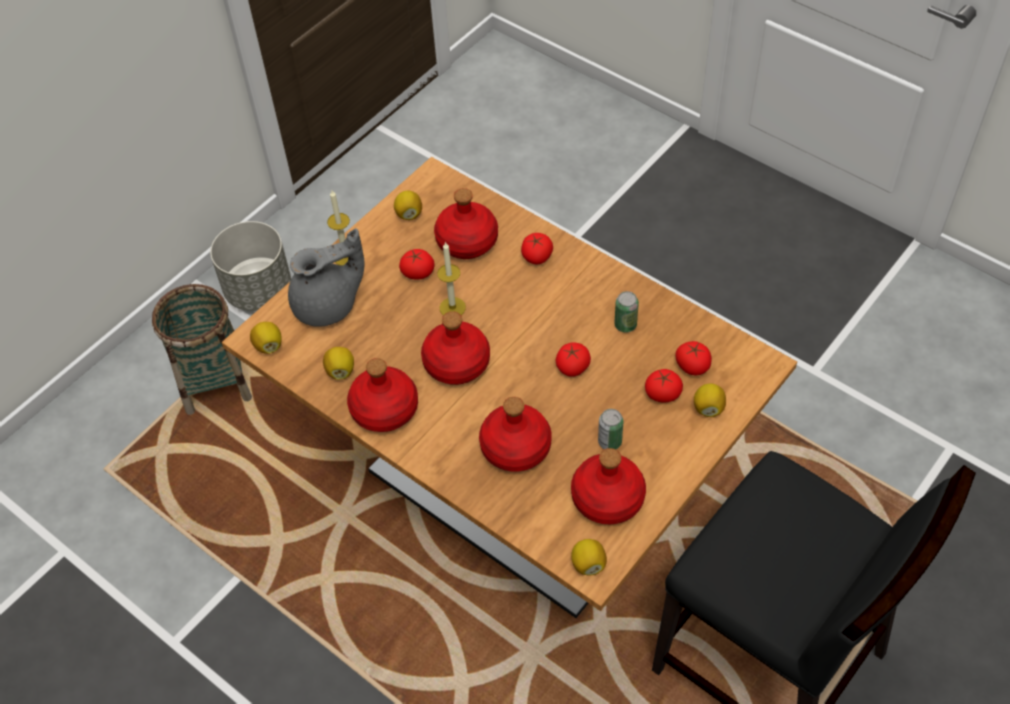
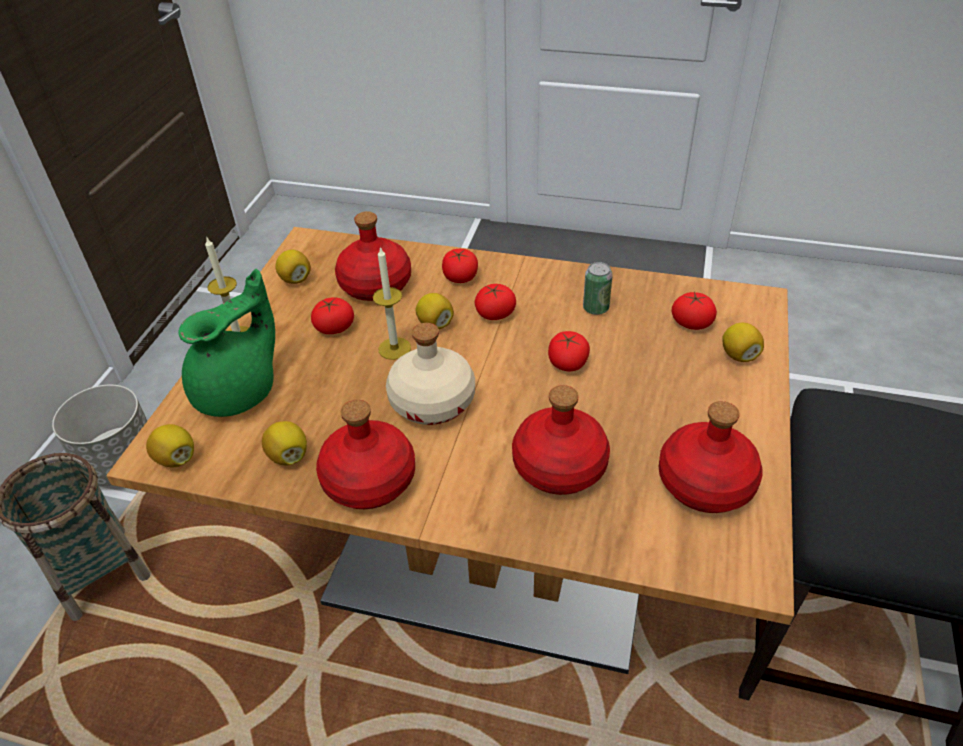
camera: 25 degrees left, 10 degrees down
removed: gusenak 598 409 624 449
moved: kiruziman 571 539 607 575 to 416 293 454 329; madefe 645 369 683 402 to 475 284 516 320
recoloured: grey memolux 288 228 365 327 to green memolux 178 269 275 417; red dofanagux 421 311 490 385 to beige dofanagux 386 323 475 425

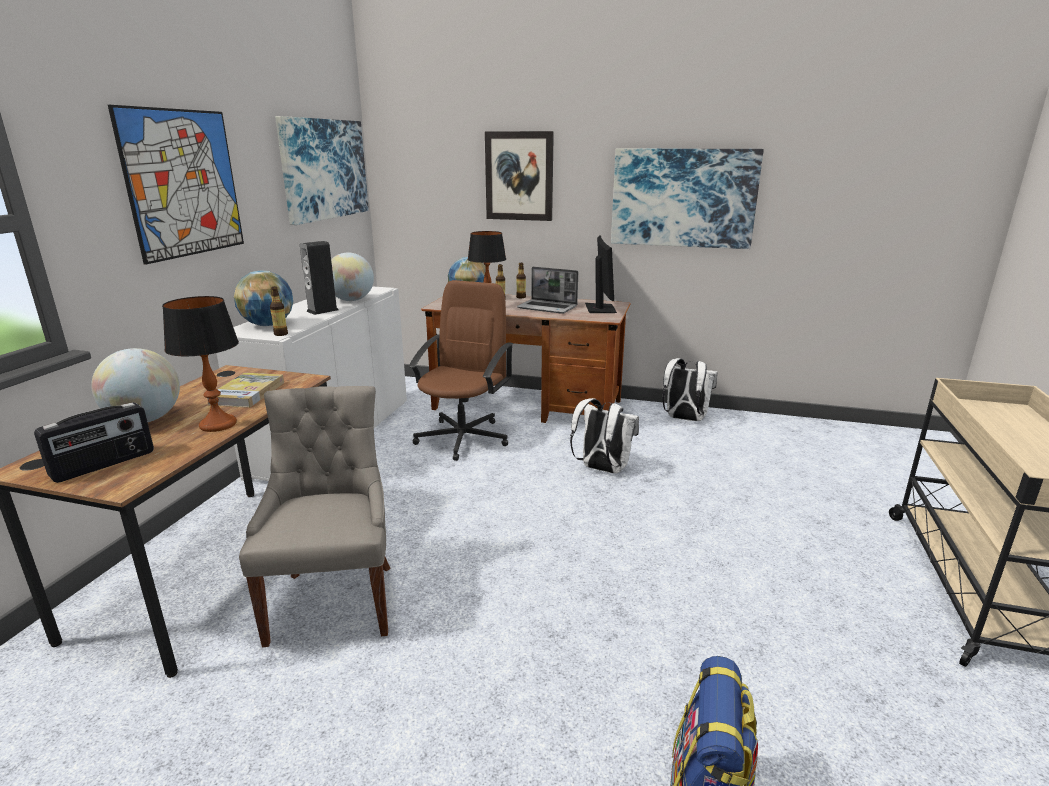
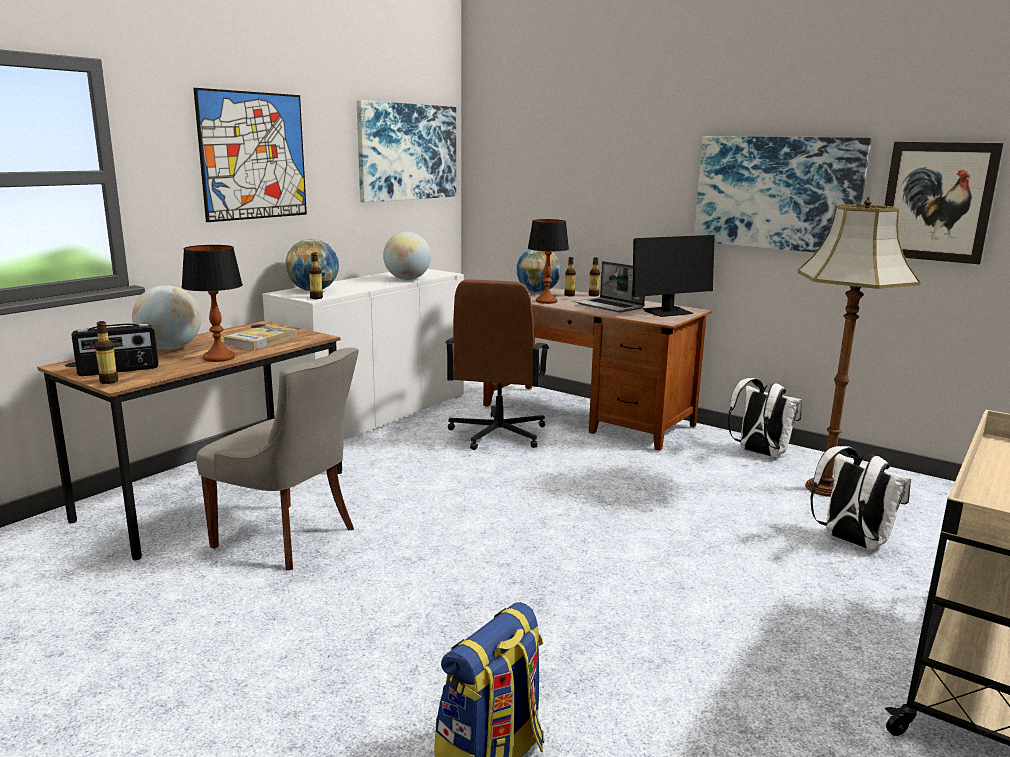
camera: 20 degrees right, 5 degrees down
removed: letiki 300 241 339 315
added: dofanagux 95 321 118 384; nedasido 798 196 920 497
moved: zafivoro 485 131 554 221 to 884 142 1004 264; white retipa 570 398 639 474 to 810 446 911 549
turned: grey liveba 239 386 391 647 = 196 347 359 570 105 degrees clockwise; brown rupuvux 409 280 513 461 = 445 279 549 450 150 degrees clockwise; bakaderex 585 235 617 313 = 633 235 715 317 45 degrees clockwise

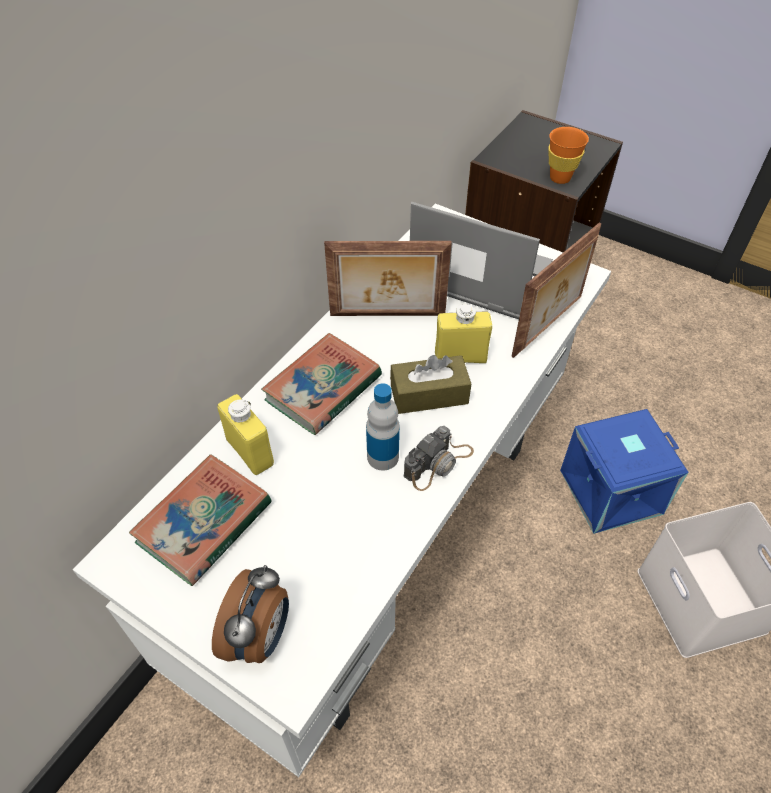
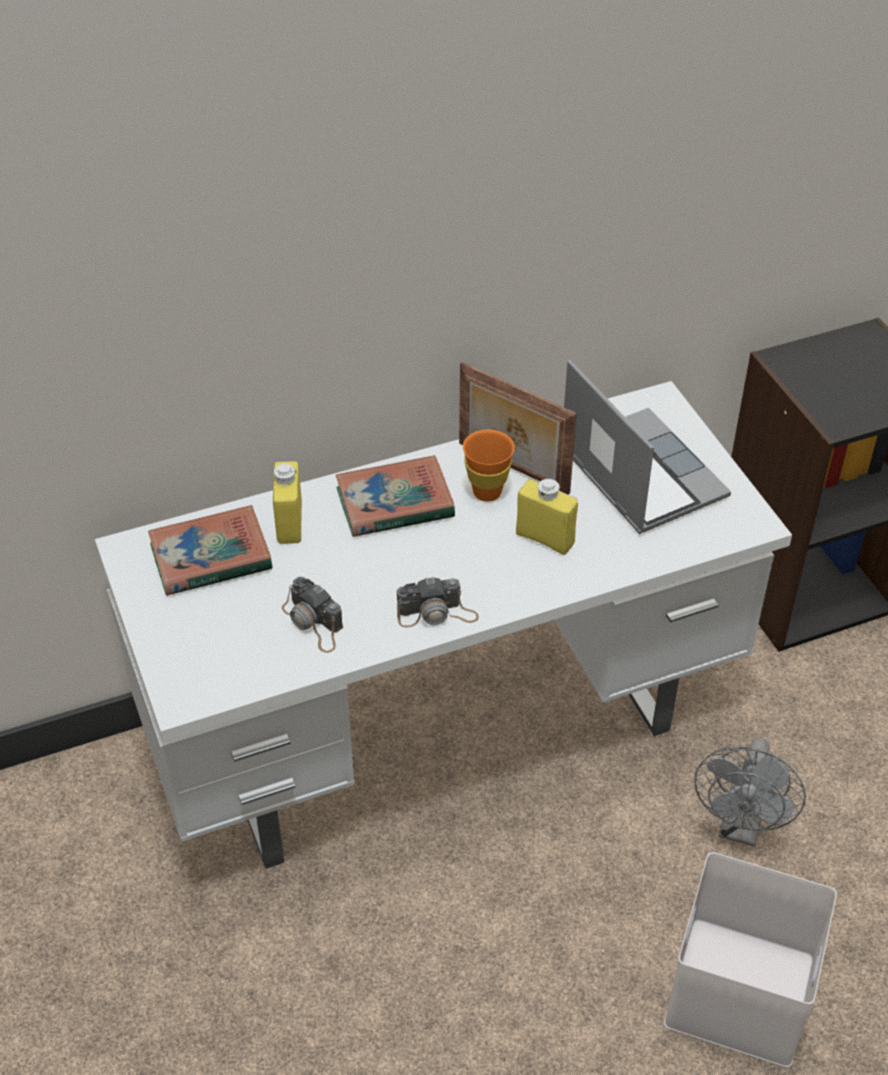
camera: 35 degrees right, 5 degrees down
removed: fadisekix 212 565 289 663; dofanagux 366 383 400 471; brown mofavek 390 355 471 414; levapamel 511 223 601 358
added: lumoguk 282 577 343 653
moved: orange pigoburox 548 127 589 184 to 463 430 515 502
replaced: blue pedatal 560 409 689 534 to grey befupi 694 738 806 847

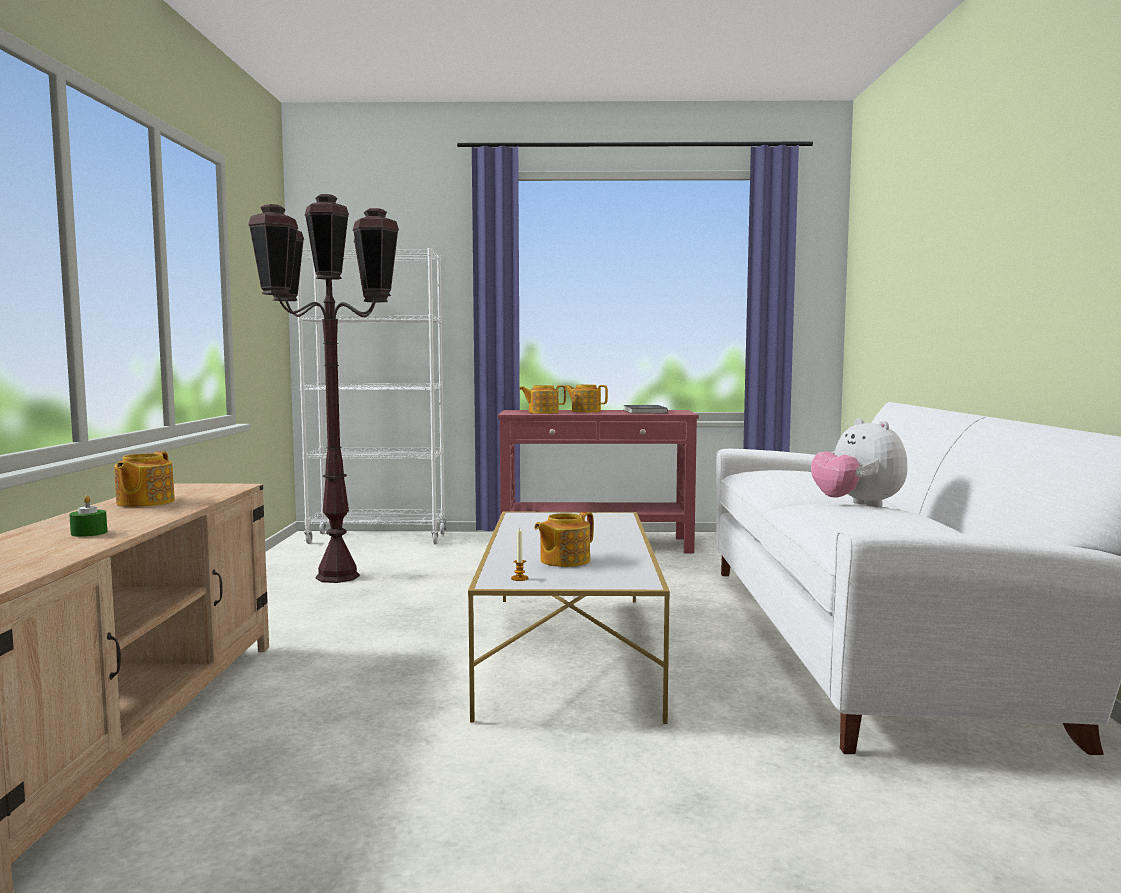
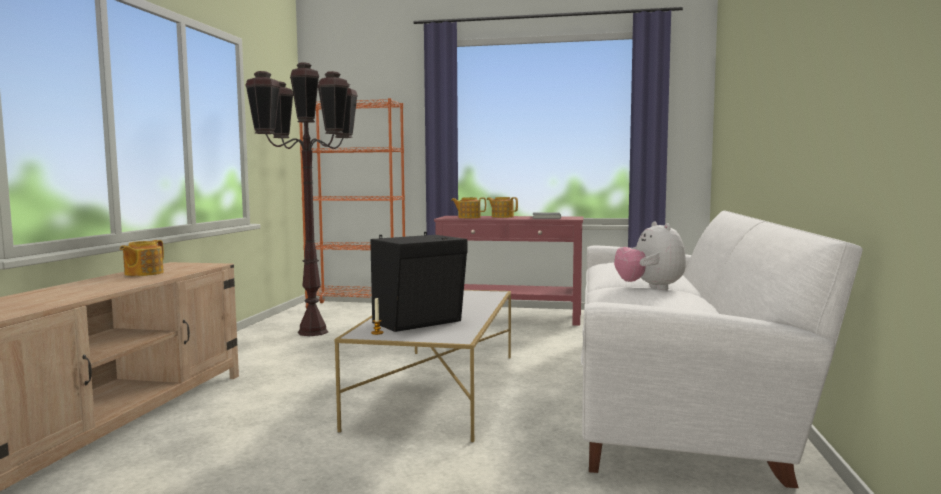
camera: 10 degrees right, 0 degrees up
removed: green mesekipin 69 495 107 537
replaced: memolux 534 512 594 567 to black letiki 370 232 467 332
recoloured: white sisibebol 297 248 446 544 to orange sisibebol 299 98 405 309

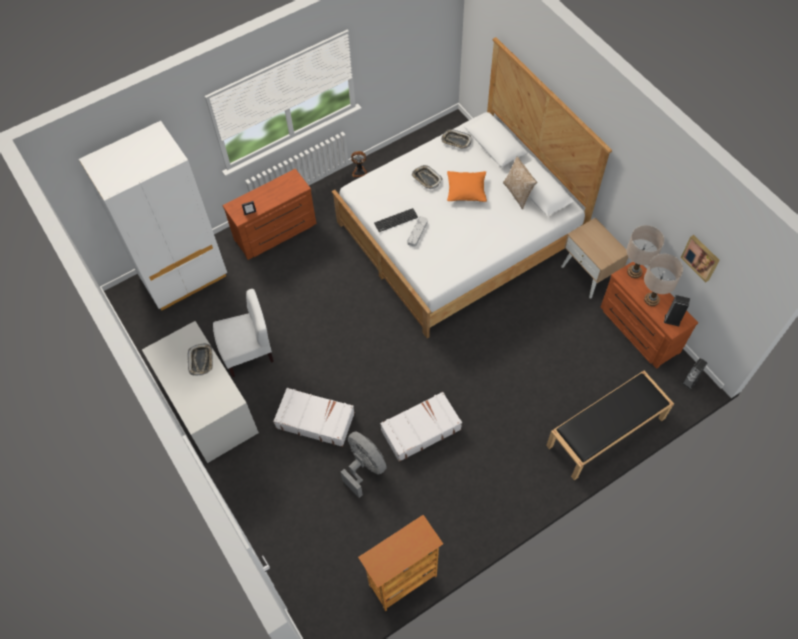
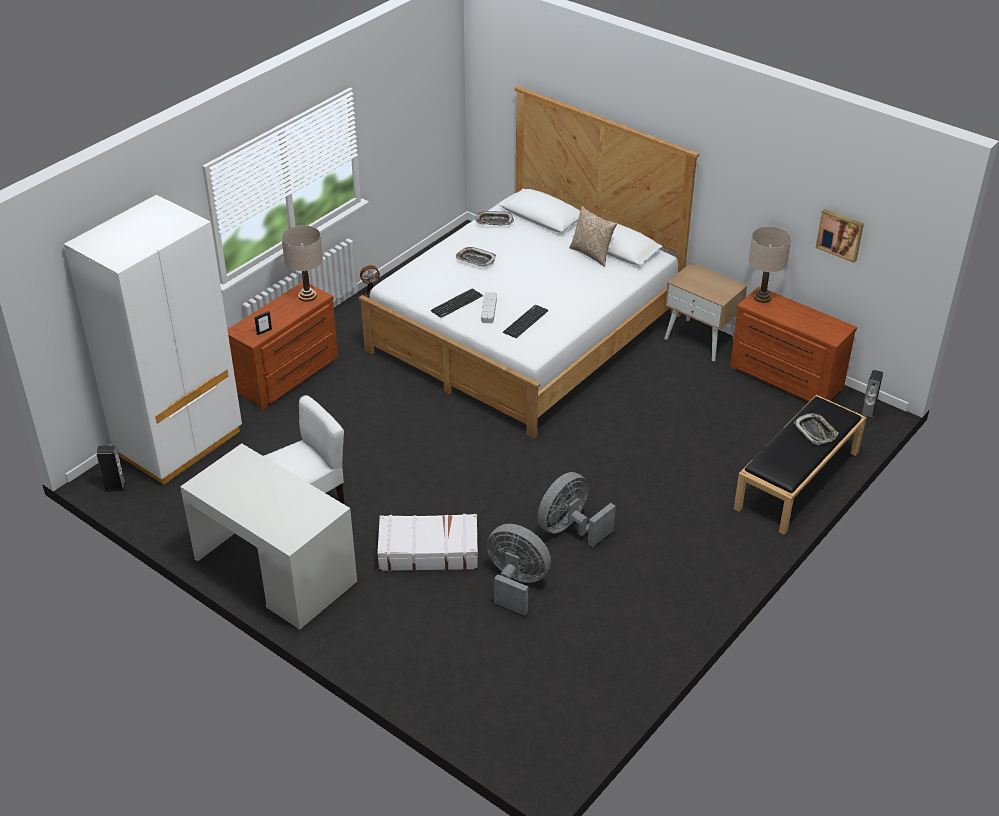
camera: 20 degrees left, 20 degrees down
removed: sisibebol 358 515 443 611; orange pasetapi 447 171 487 202
added: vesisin 503 305 548 338
moved: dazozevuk 188 343 213 375 to 794 413 839 445; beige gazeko 644 254 683 306 to 281 225 323 302; letiki 664 295 690 326 to 96 446 126 492
replaced: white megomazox 380 392 462 462 to grey befupi 538 472 616 547

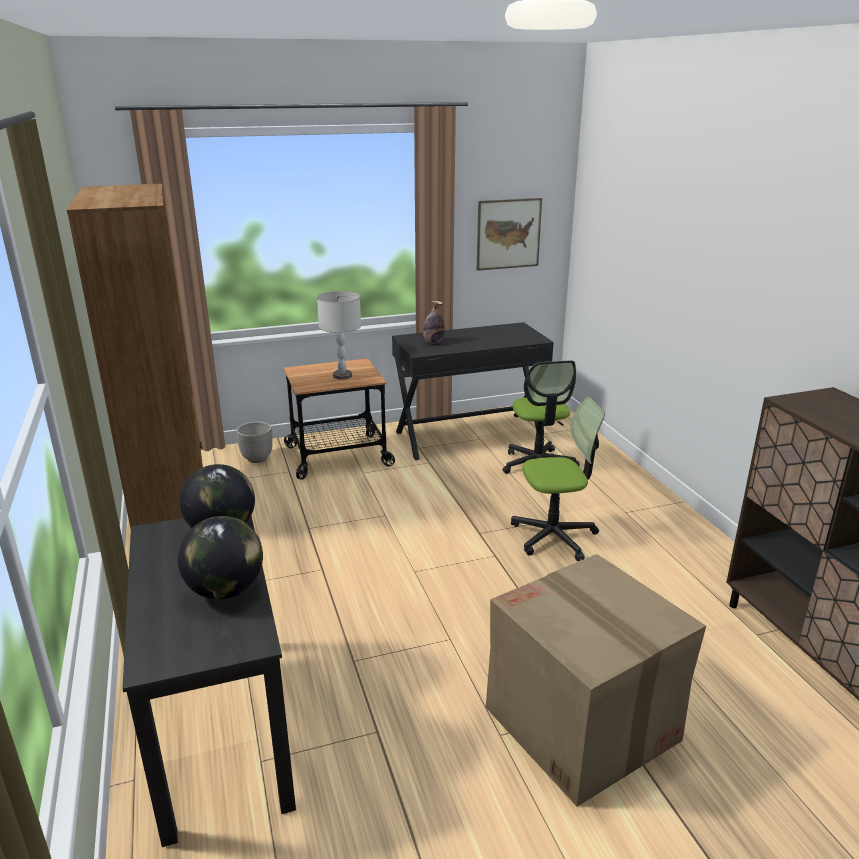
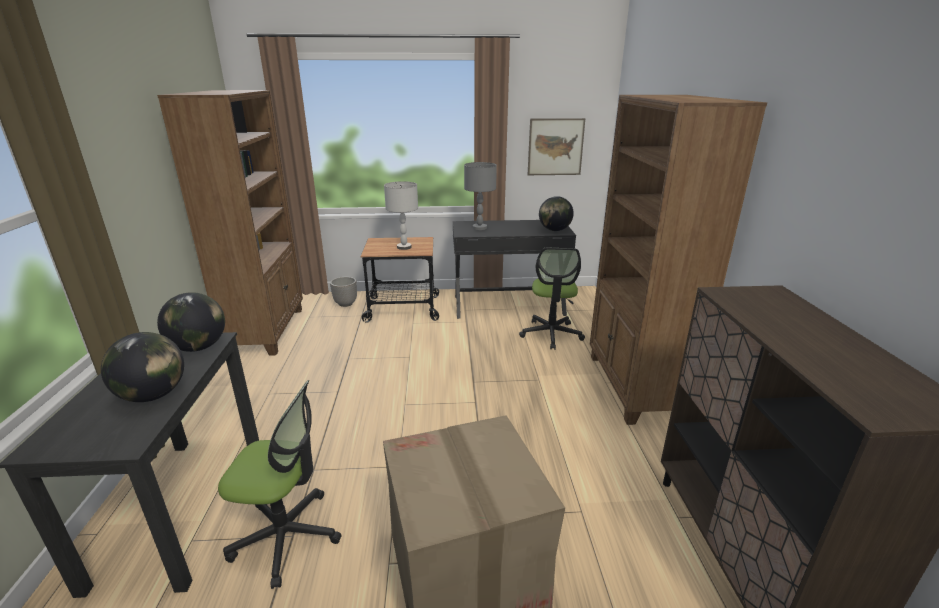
camera: 15 degrees right, 0 degrees up
added: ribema 539 196 574 231; brown sisibebol 590 95 767 425
moved: rupuvux 511 397 605 561 to 218 380 342 589
replaced: dofanagux 423 301 445 344 to grey gazeko 464 162 497 230

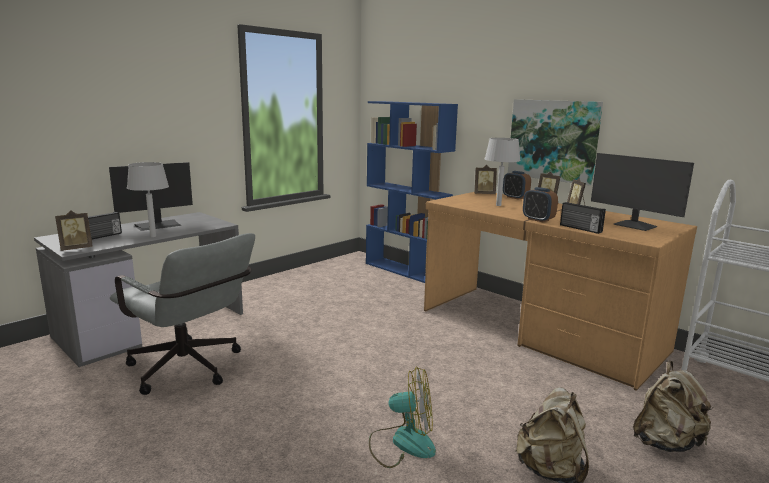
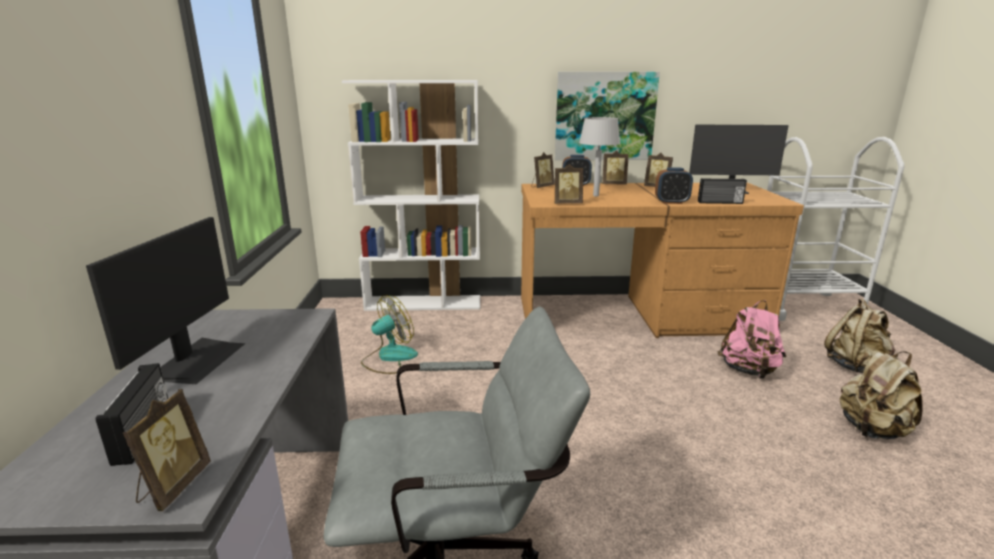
camera: 45 degrees left, 5 degrees up
removed: grey gazeko 127 162 169 237
added: levapamel 555 164 583 204; pink retipa 718 300 786 379
moved: befupi 369 366 436 468 to 361 295 418 374
recoloured: blue sisibebol 366 101 458 283 to white sisibebol 342 80 480 311

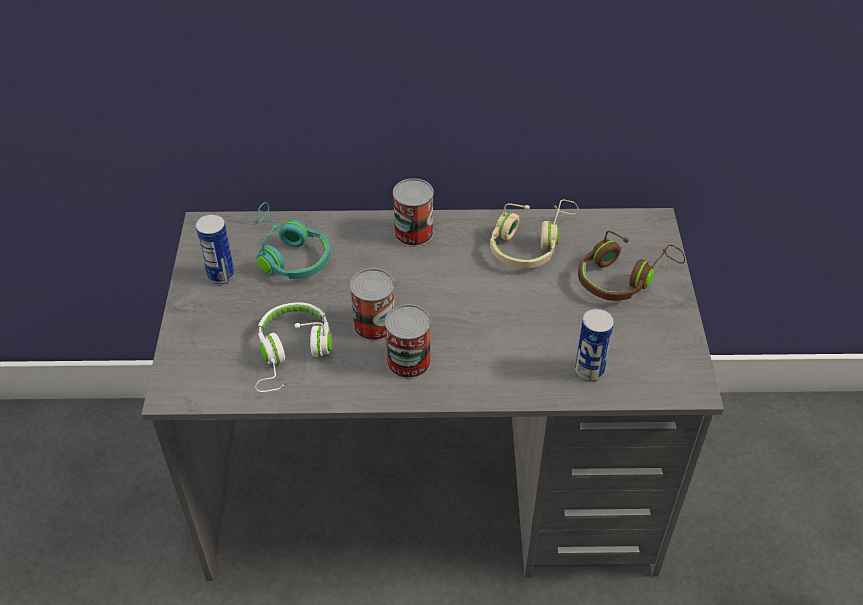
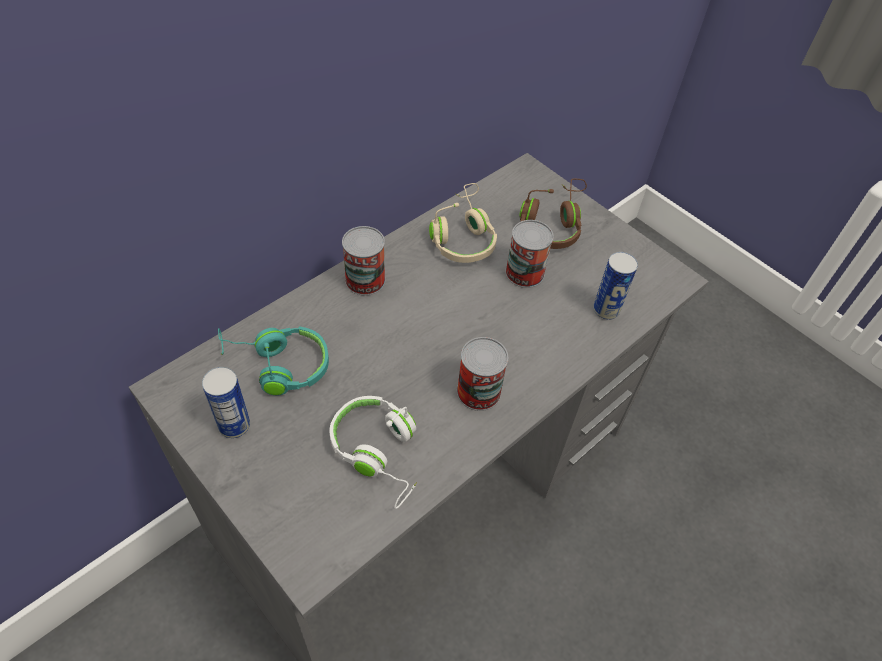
camera: 45 degrees left, 5 degrees up
moved: gusenak 350 268 395 341 to 505 220 554 288

